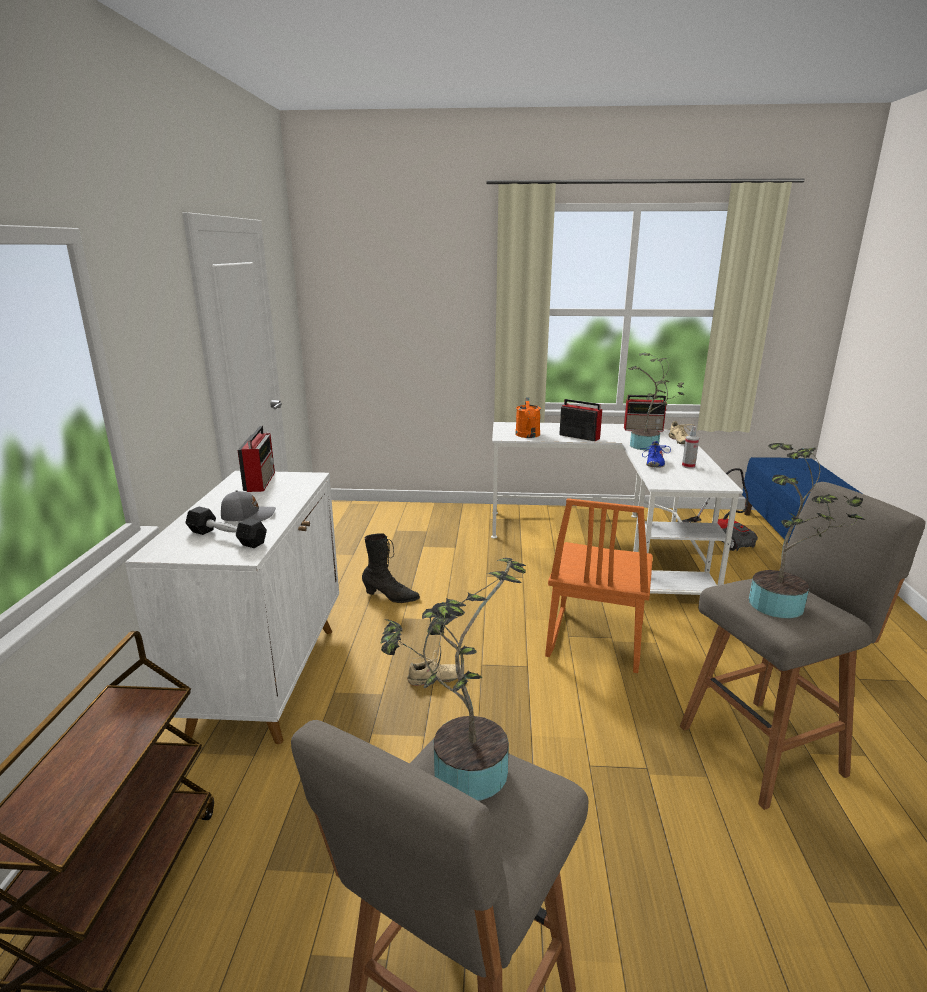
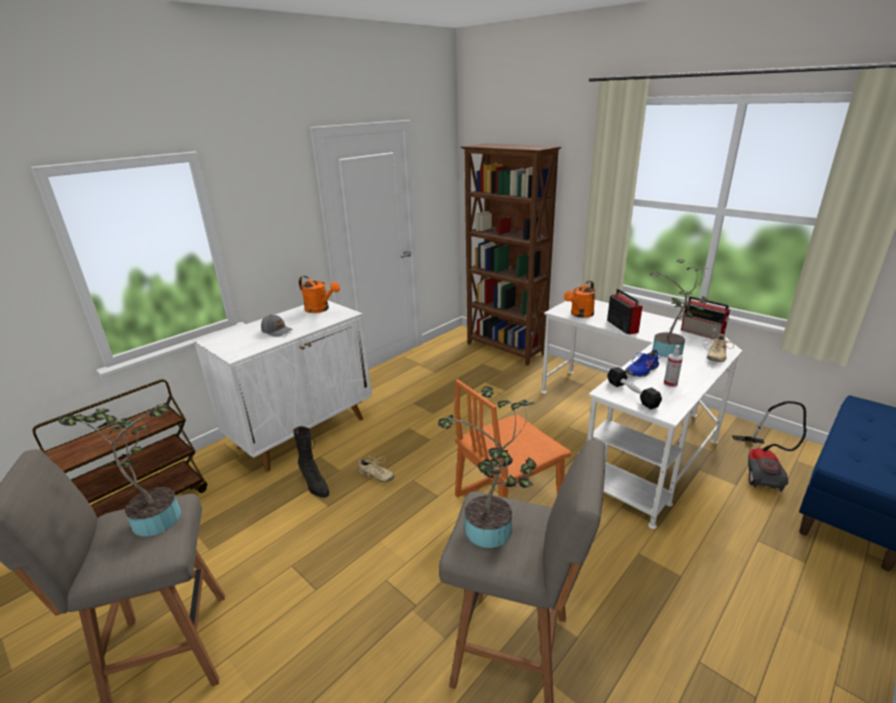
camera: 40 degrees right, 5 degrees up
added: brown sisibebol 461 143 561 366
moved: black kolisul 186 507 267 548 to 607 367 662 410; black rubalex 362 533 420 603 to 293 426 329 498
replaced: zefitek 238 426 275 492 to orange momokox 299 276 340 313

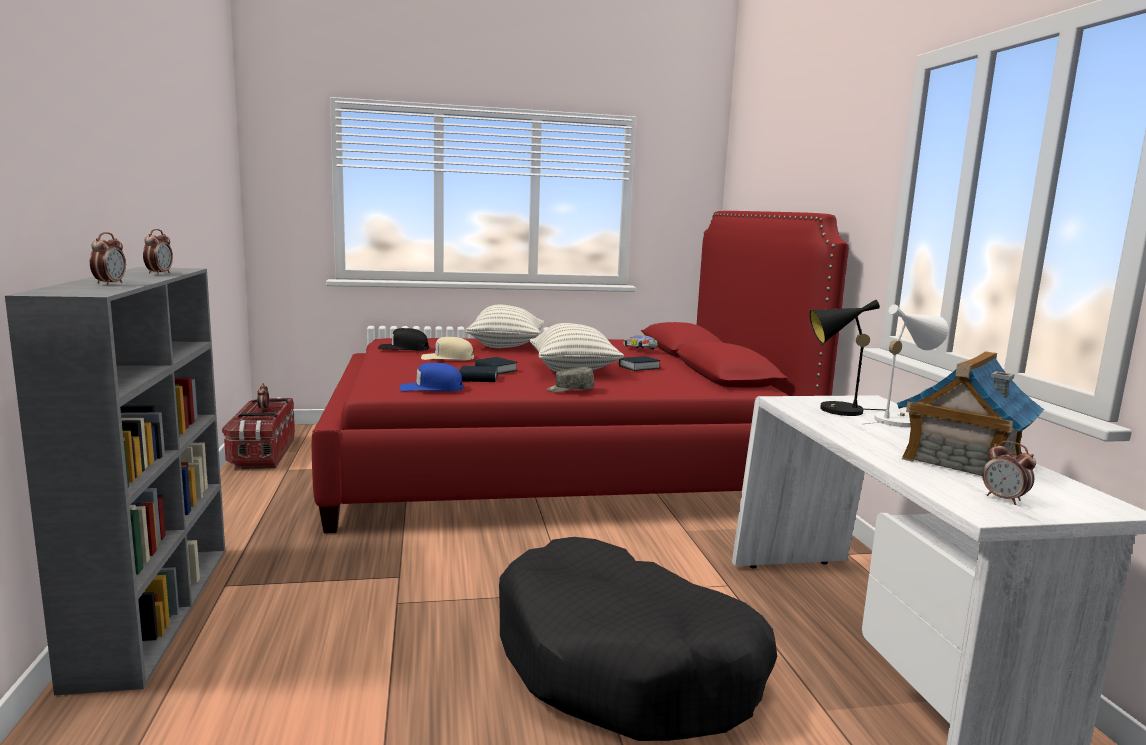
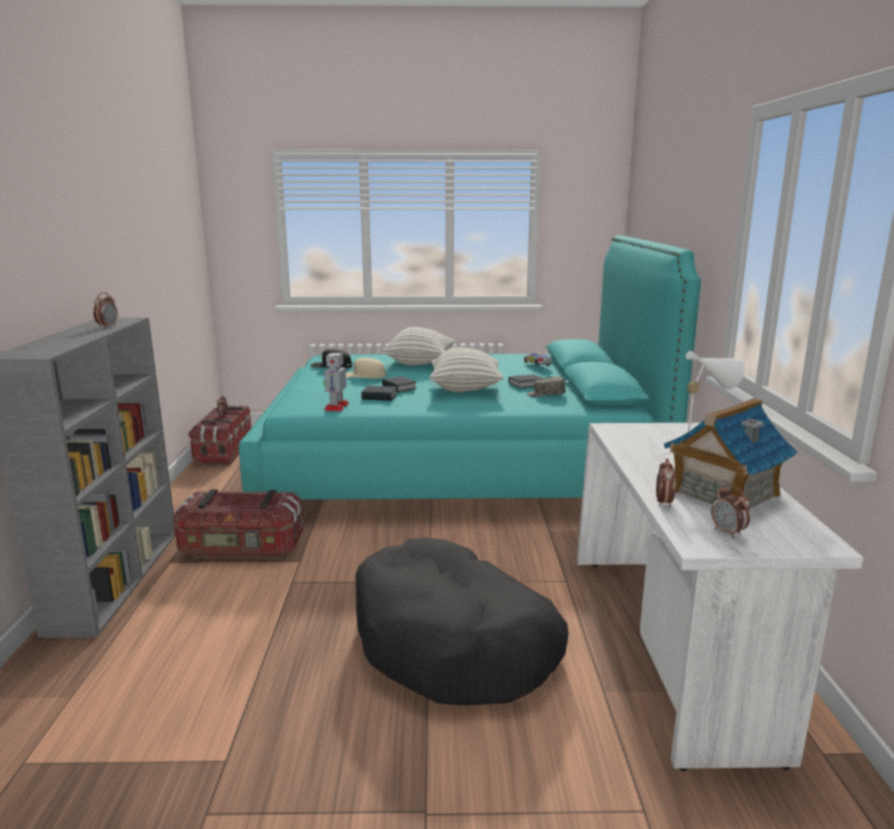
camera: 10 degrees right, 5 degrees up
removed: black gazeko 809 299 886 416
added: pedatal 173 489 303 559
moved: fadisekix 90 232 126 285 to 656 458 675 508; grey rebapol 547 367 594 392 to 527 377 566 397
replaced: blue rebapol 399 363 463 391 to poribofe 324 351 349 411
recoloured: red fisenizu 312 211 849 533 to turquoise fisenizu 239 236 701 500

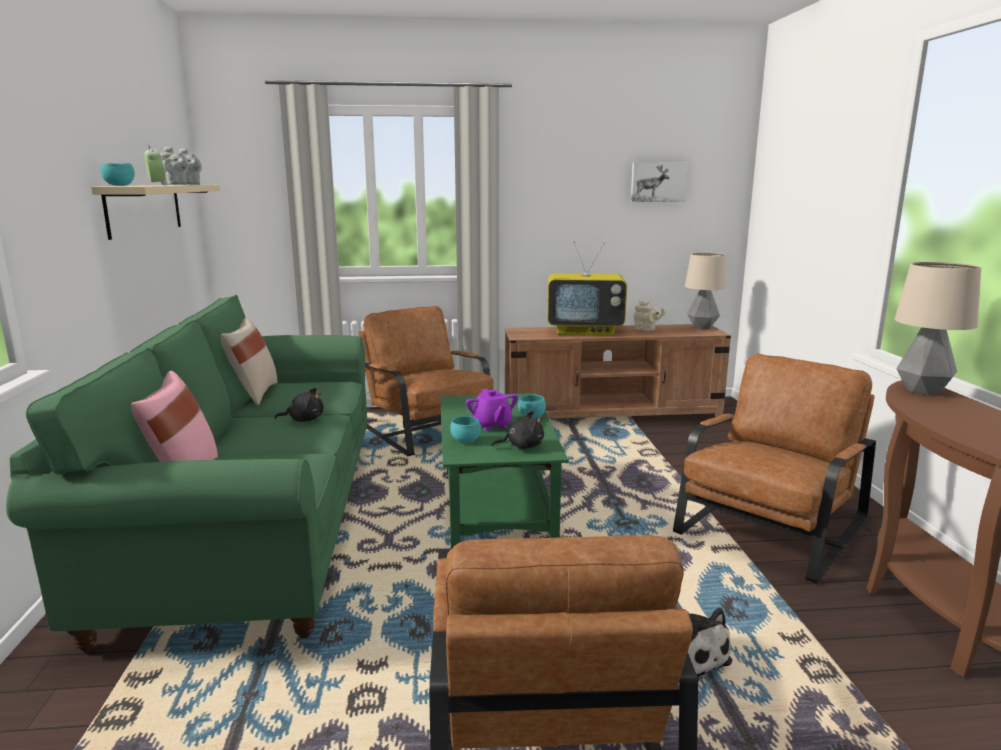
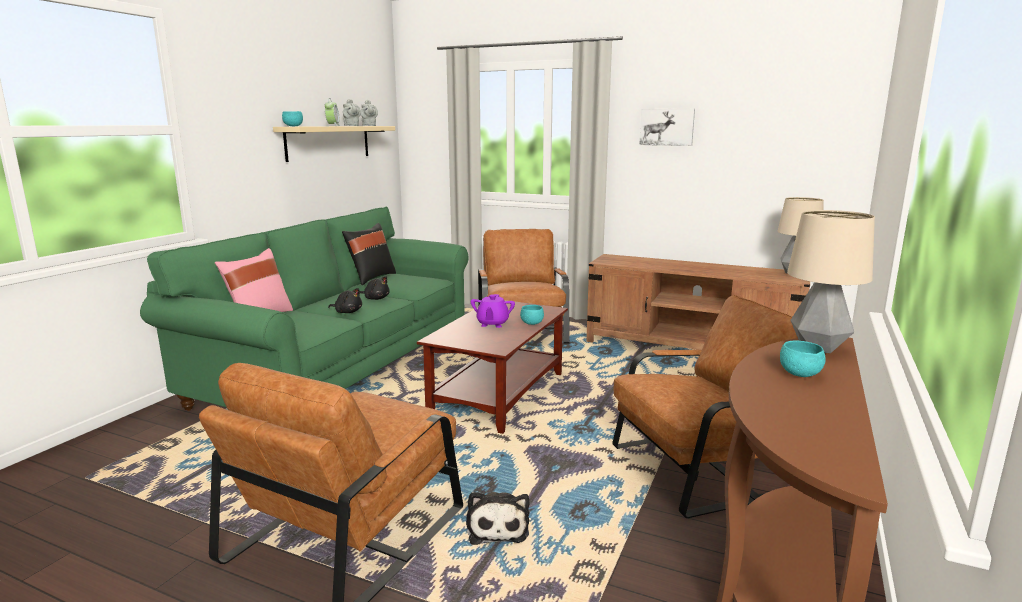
camera: 30 degrees right, 0 degrees up
removed: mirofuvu 547 241 627 336; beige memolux 633 301 666 331
moved: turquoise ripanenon 450 416 481 443 to 780 341 826 377; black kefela 492 411 544 449 to 328 288 362 313; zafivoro 631 163 688 202 to 639 109 695 146
recoloured: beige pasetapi 221 318 278 405 to black pasetapi 342 223 396 285; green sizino 440 393 569 548 to brown sizino 417 300 568 434

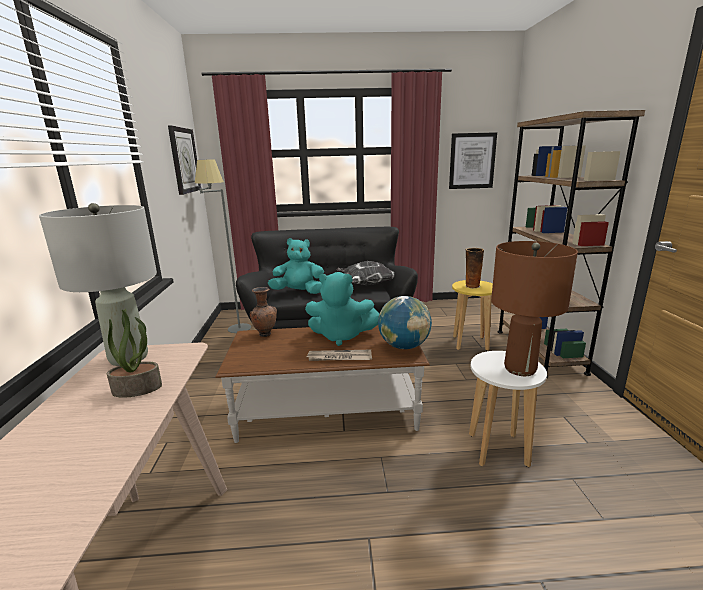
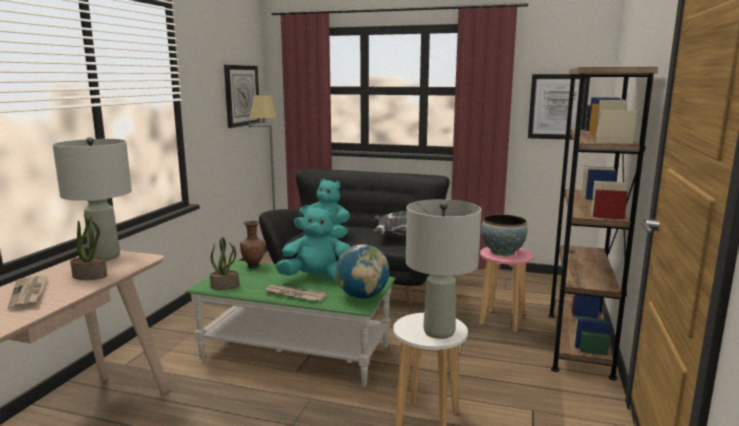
camera: 20 degrees right, 5 degrees down
added: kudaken 7 276 48 311; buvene 210 237 239 290
replaced: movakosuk 465 248 484 289 to ripanenon 481 214 528 256
recoloured: brown sizino 215 325 430 443 to green sizino 185 260 396 387; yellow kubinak 452 280 493 351 to pink kubinak 479 247 534 332; brown gazeko 491 241 578 376 to grey gazeko 406 199 481 339
turned: turquoise kefela 305 272 380 346 = 275 205 350 281 150 degrees clockwise

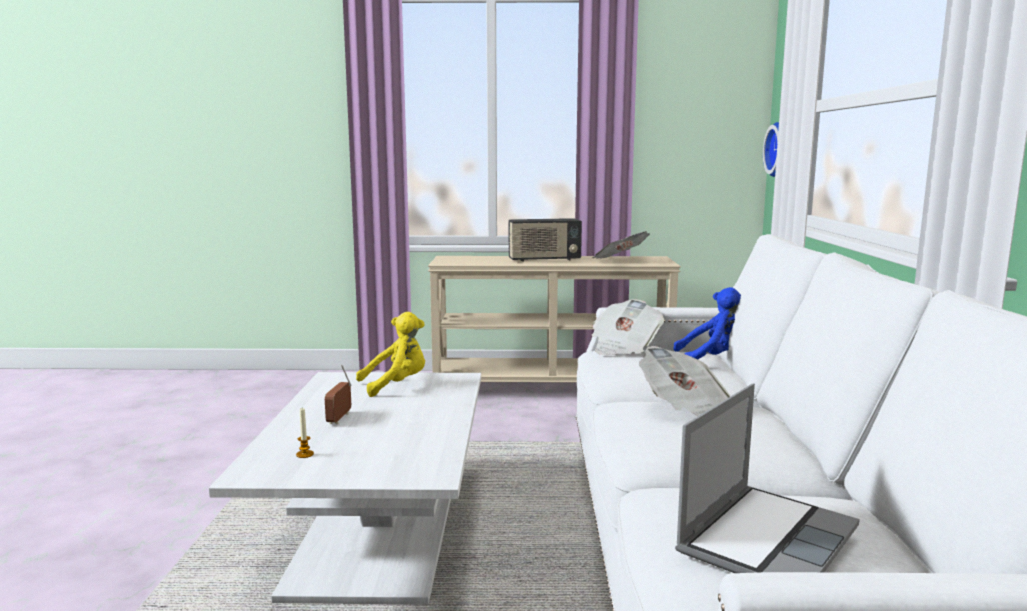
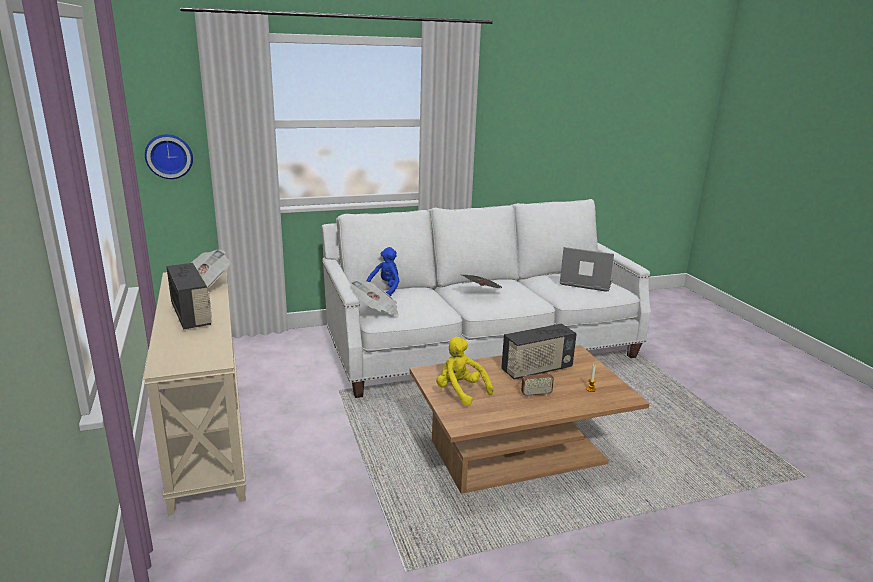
camera: 110 degrees left, 10 degrees up
added: zefitek 501 324 577 379
recoloured: white sizino 209 372 481 605 to brown sizino 409 345 649 494
turned: blue kefela 673 287 741 359 = 367 247 399 296 45 degrees clockwise

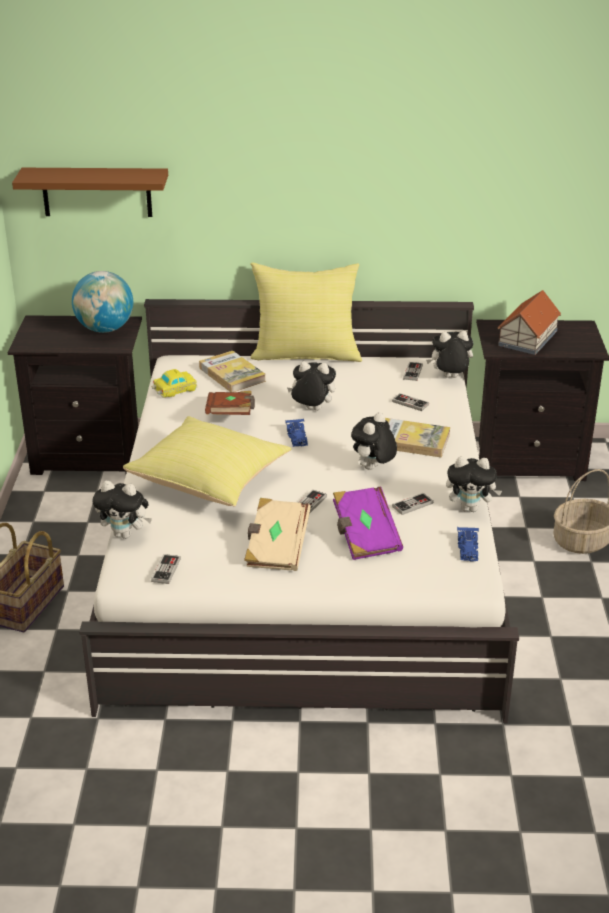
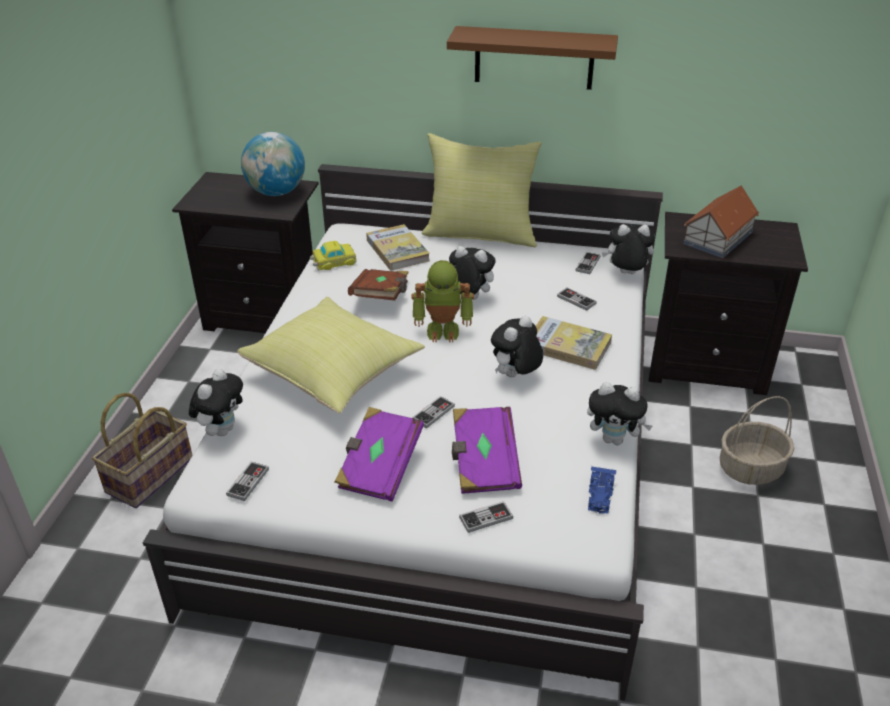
camera: 10 degrees right, 5 degrees up
moved: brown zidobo 12 168 168 217 to 447 26 618 90; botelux 392 493 433 515 to 459 501 513 533
replaced: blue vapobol 285 418 308 447 to poribofe 412 260 474 342
recoloured: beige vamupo 244 498 311 571 to purple vamupo 335 407 424 502
turned: kefela 92 481 152 539 = 189 368 243 436 90 degrees counterclockwise

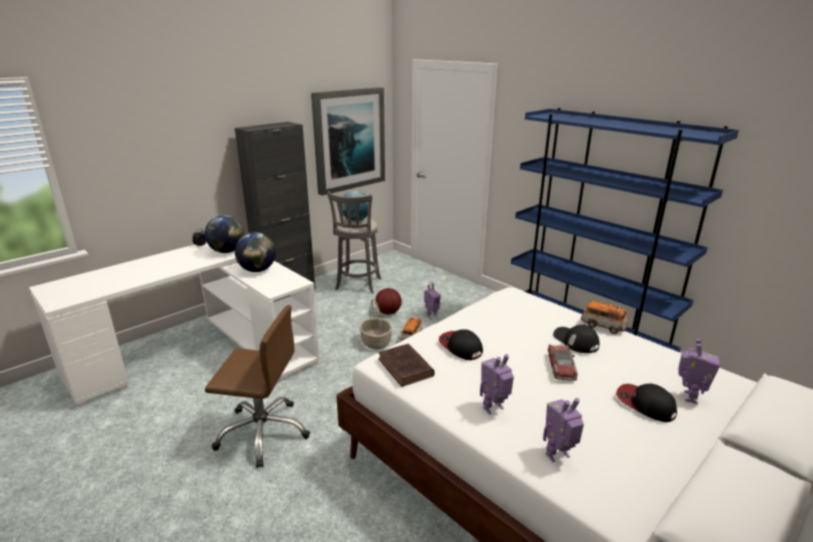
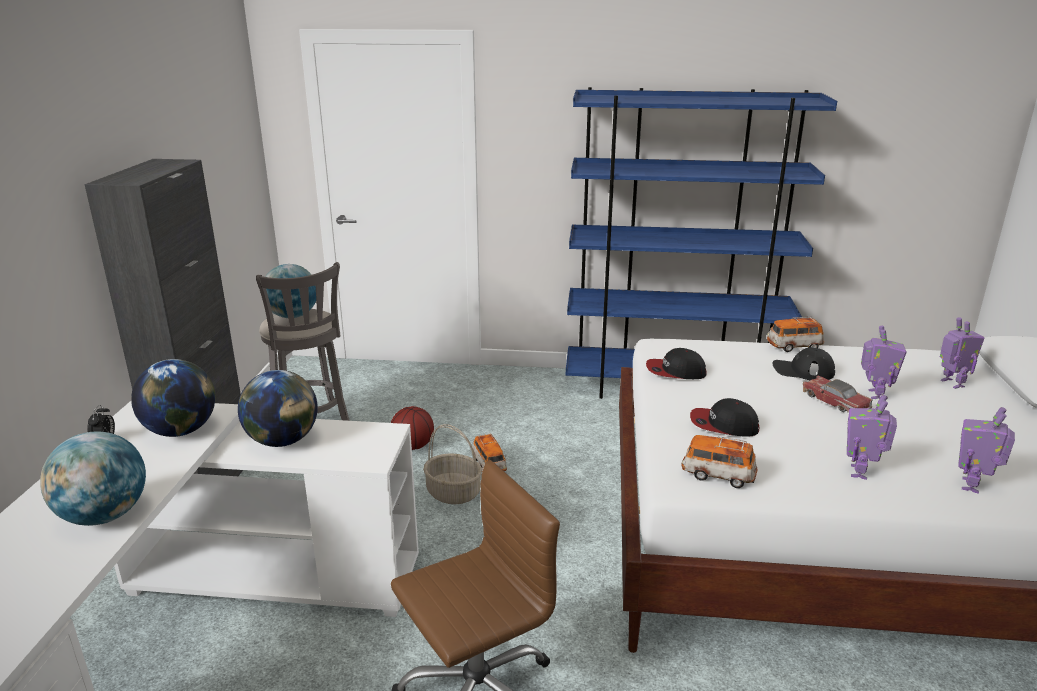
camera: 40 degrees left, 0 degrees up
removed: zafivoro 311 87 385 196
added: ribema 40 431 146 526
moved: poribofe 424 283 441 319 to 861 326 907 399; rebapol 616 383 677 422 to 646 348 706 379
replaced: brown vamupo 378 344 435 387 to vapobol 682 435 757 488

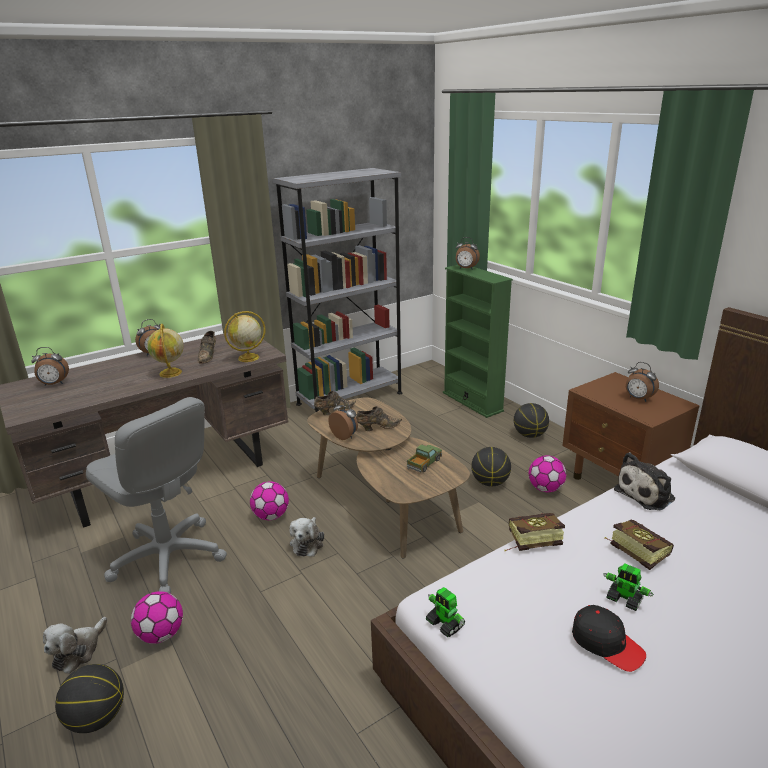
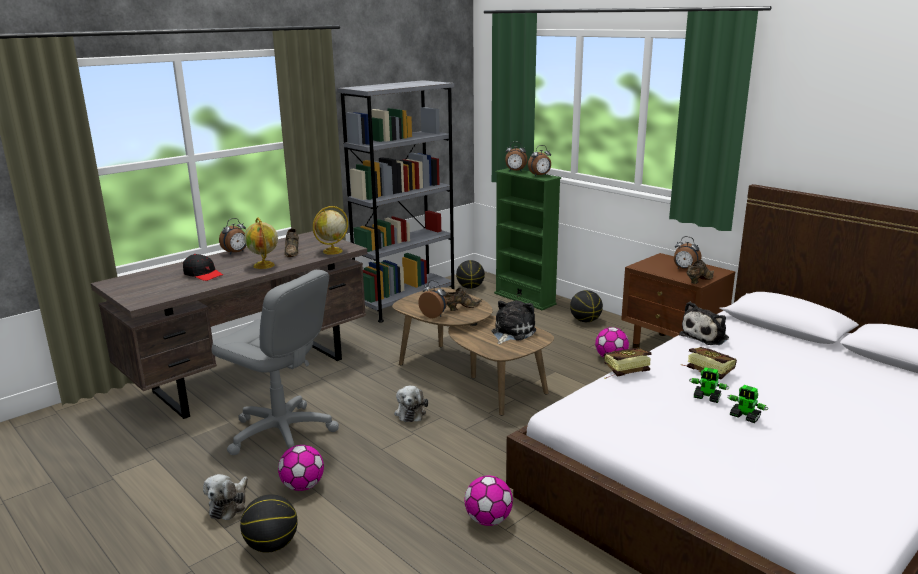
camera: 10 degrees left, 5 degrees down
moved: fadisekix 31 347 69 386 to 528 145 551 176; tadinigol 250 481 289 520 to 464 476 513 526; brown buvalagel 314 391 356 415 to 687 260 714 284; poribofe 426 587 465 638 to 728 385 768 423; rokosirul 471 447 511 486 to 456 260 485 289; black rebapol 572 605 646 672 to 183 254 223 281
replaced: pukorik 407 444 442 472 to kefela 492 300 536 344

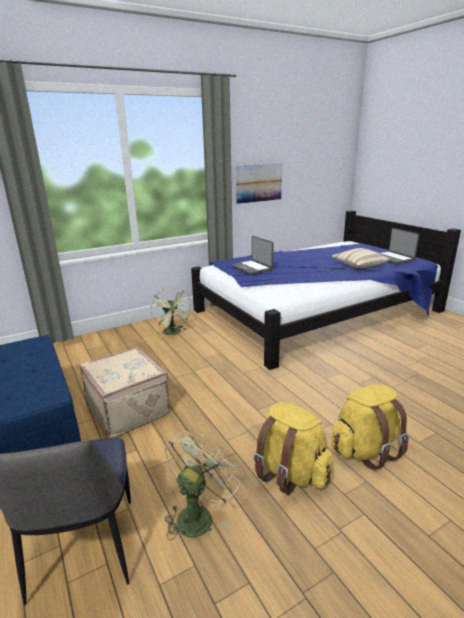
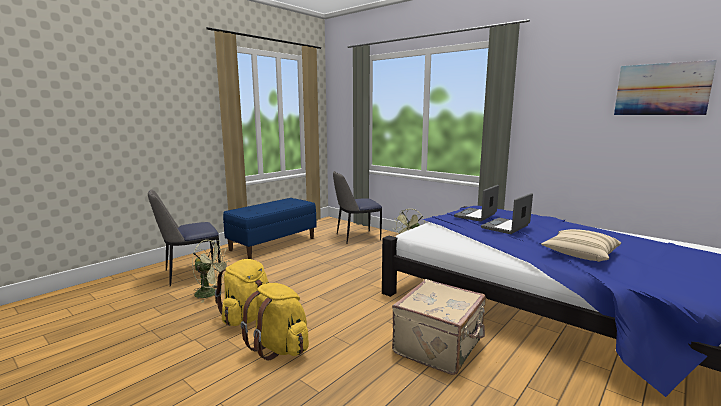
camera: 70 degrees right, 10 degrees down
added: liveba 333 171 382 244
moved: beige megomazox 80 347 170 438 to 392 279 486 375; zafivoro 236 163 282 204 to 614 60 717 115; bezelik 379 228 420 264 to 481 193 533 234

